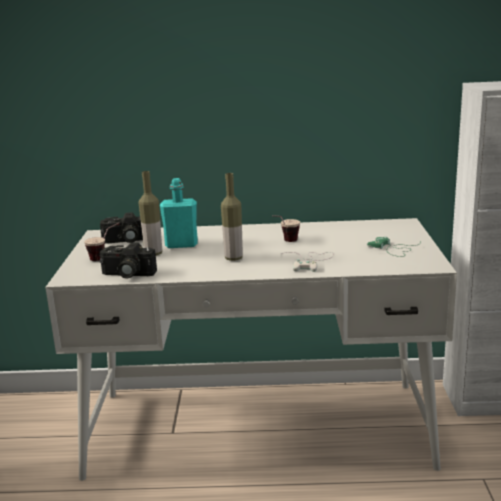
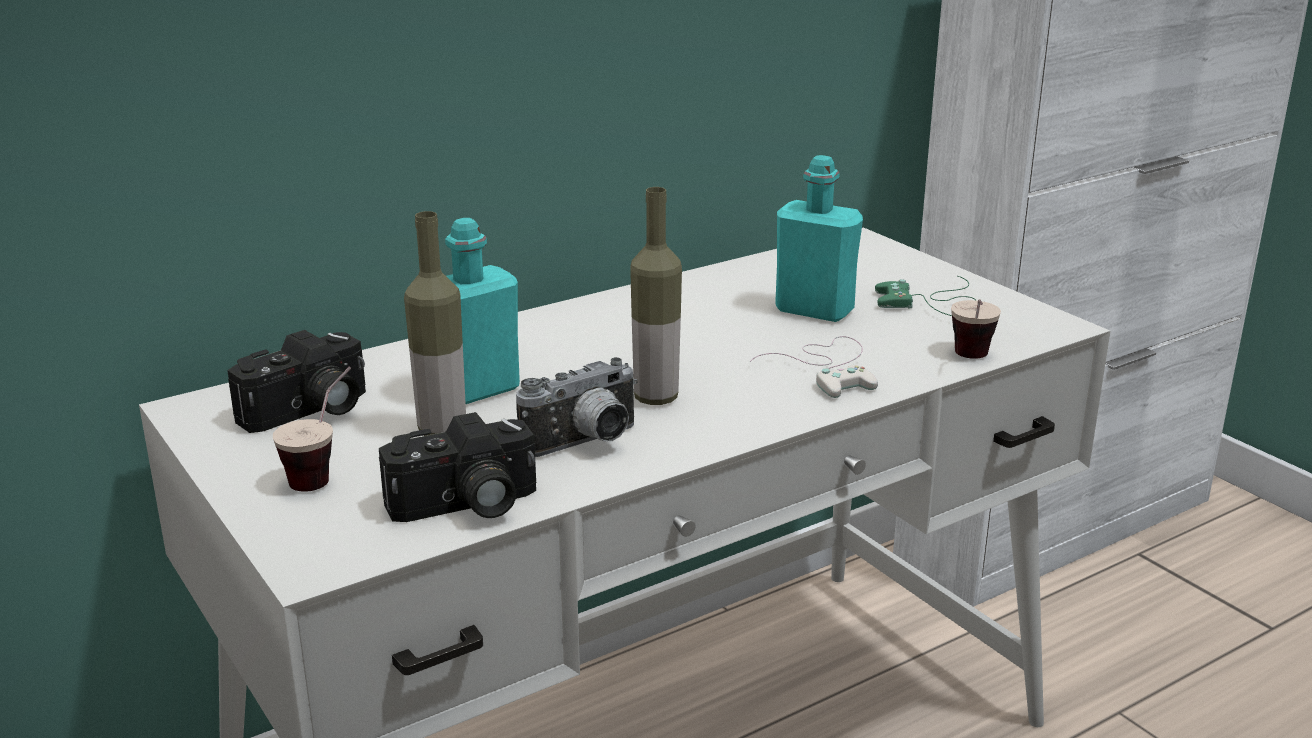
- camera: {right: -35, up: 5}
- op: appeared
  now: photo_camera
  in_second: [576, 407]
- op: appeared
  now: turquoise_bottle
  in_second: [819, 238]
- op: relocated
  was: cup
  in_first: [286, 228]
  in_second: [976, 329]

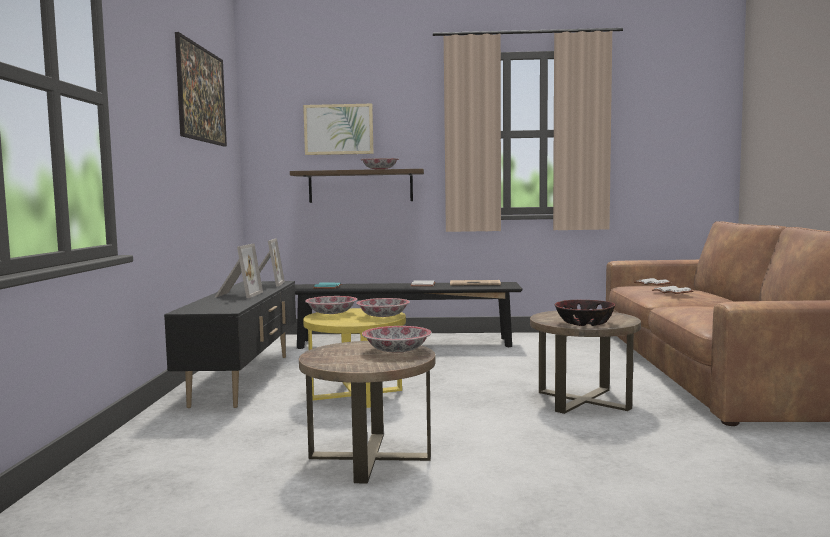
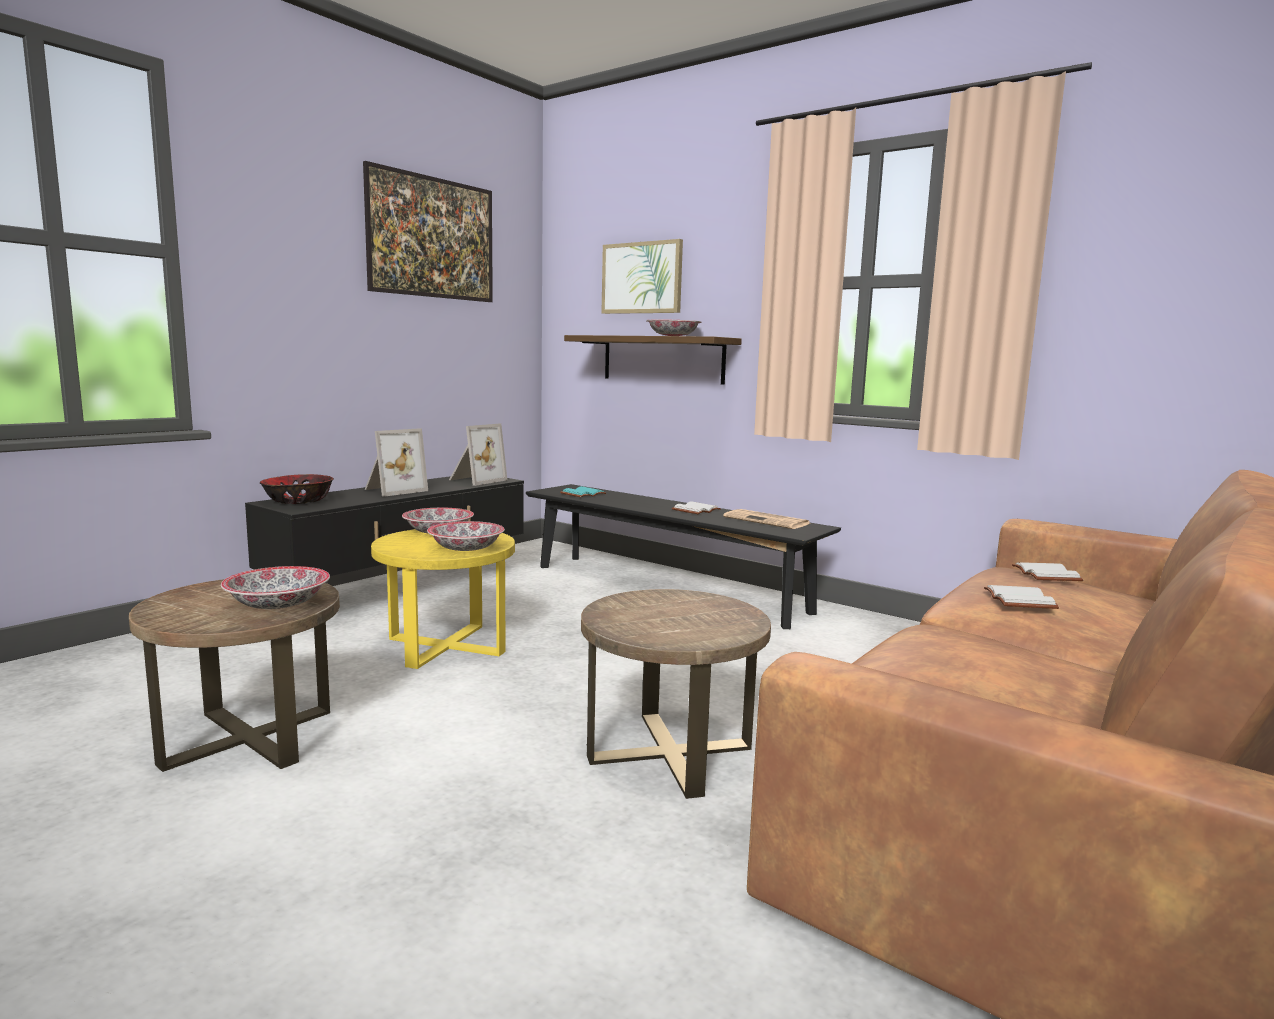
- camera: {right: 35, up: 5}
- op: relocated
  was: bowl
  in_first: [585, 313]
  in_second: [297, 489]

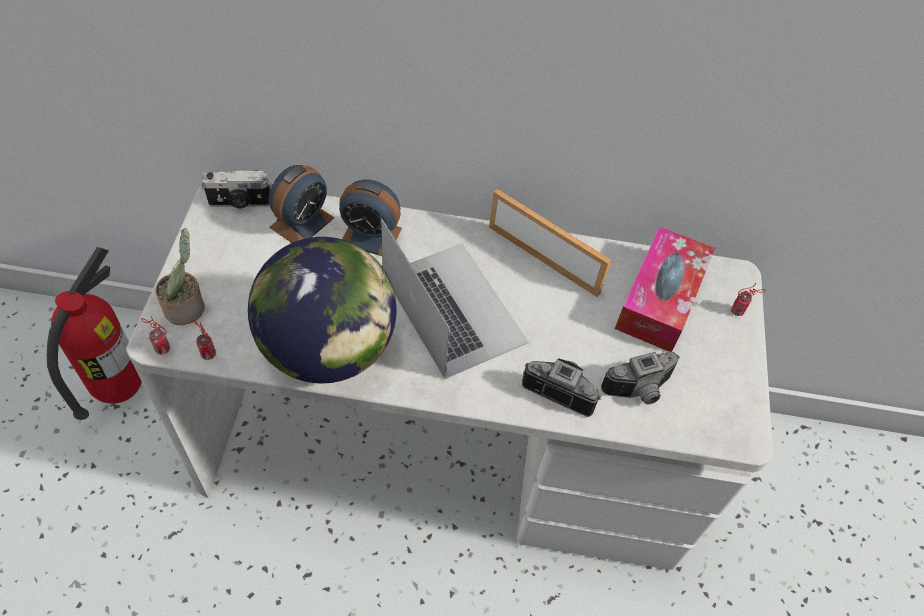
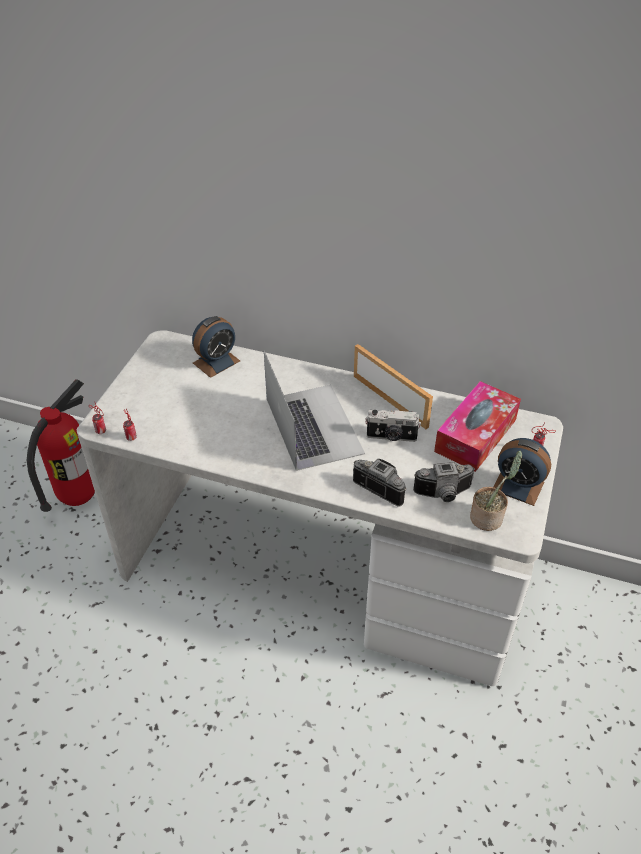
- camera: {right: 15, up: -10}
- op: missing
  was: globe
  in_first: [322, 310]
- op: relocated
  was: potted_plant
  in_first: [179, 276]
  in_second: [496, 491]
- op: relocated
  was: photo_camera
  in_first: [236, 189]
  in_second: [393, 426]
- op: relocated
  was: alarm_clock
  in_first: [370, 217]
  in_second: [522, 472]

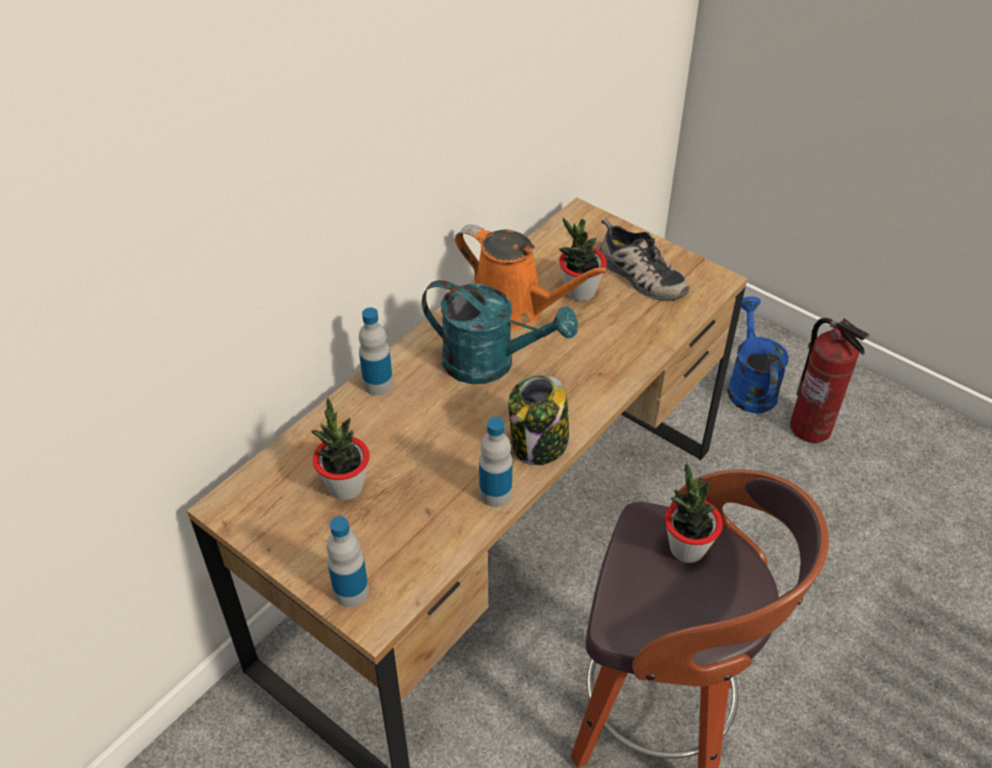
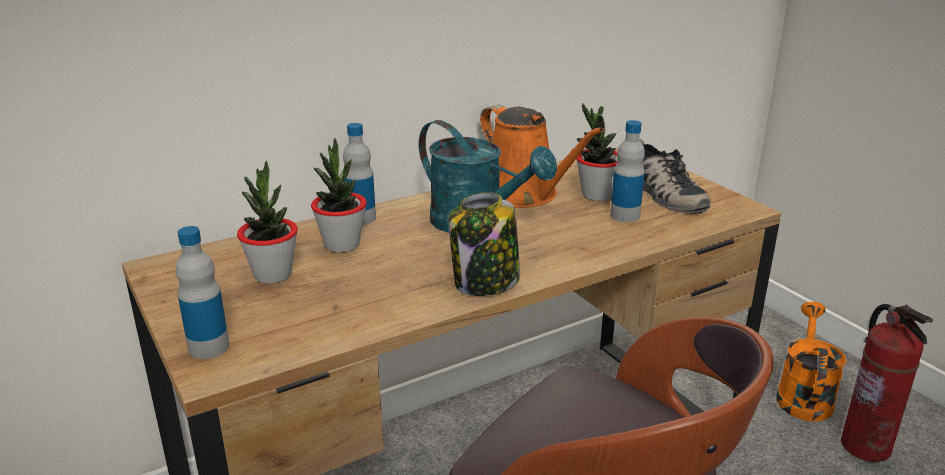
- camera: {right: 20, up: -20}
- op: relocated
  was: bottle
  in_first: [496, 462]
  in_second: [627, 171]
- op: relocated
  was: potted_plant
  in_first: [694, 513]
  in_second: [339, 195]
- op: colour
  was: blue_watering_can
  now: orange_watering_can
  in_first: [758, 354]
  in_second: [811, 362]

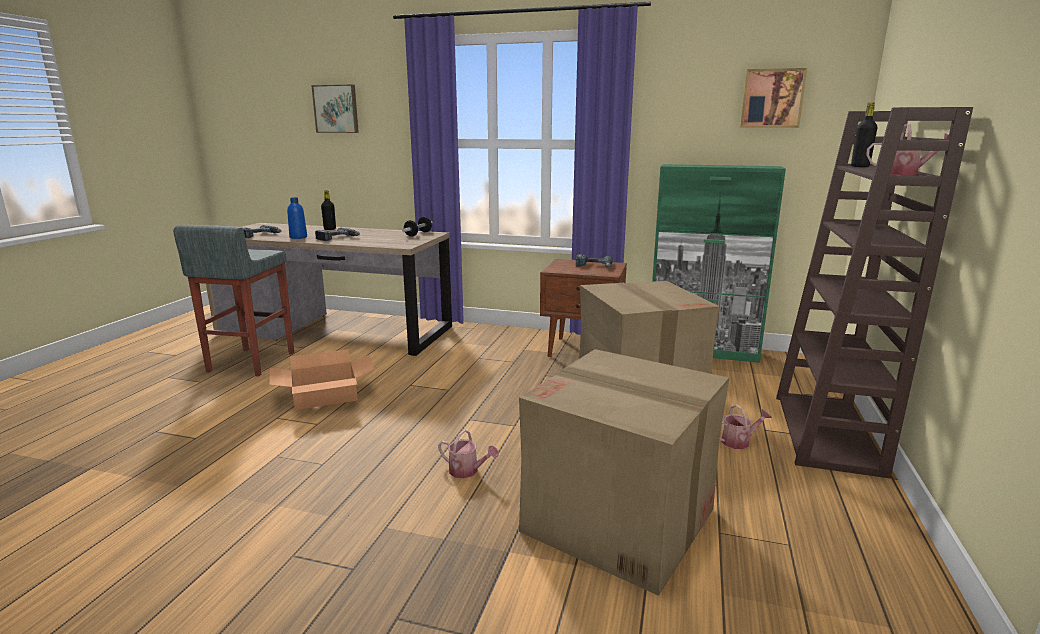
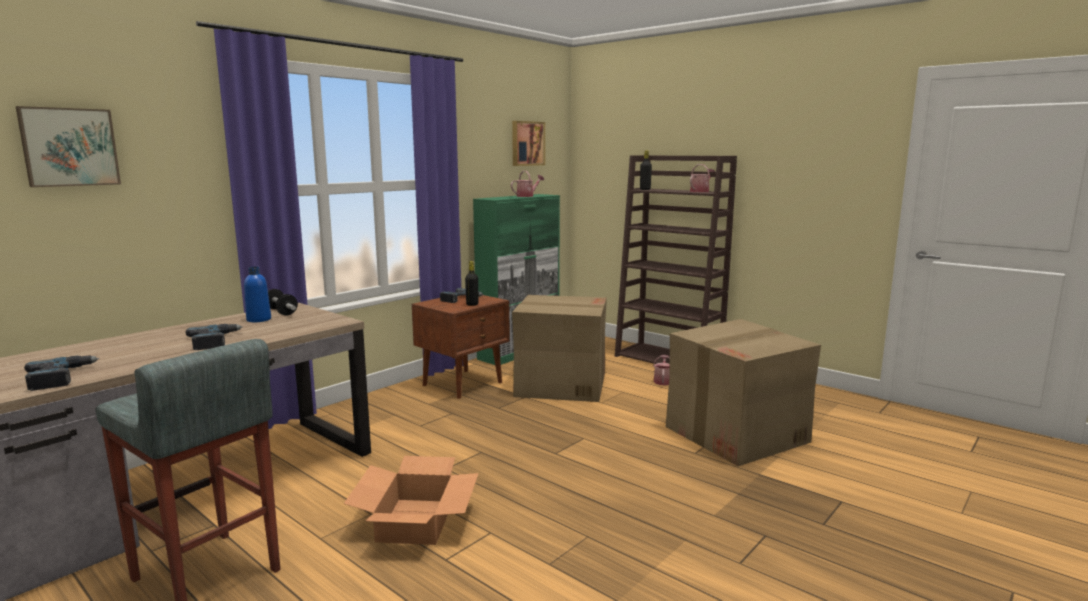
- camera: {right: -65, up: -5}
- op: relocated
  was: blue_bottle
  in_first: [297, 218]
  in_second: [257, 294]
- op: relocated
  was: black_bottle
  in_first: [328, 210]
  in_second: [471, 283]
- op: relocated
  was: watering_can
  in_first: [468, 454]
  in_second: [527, 184]

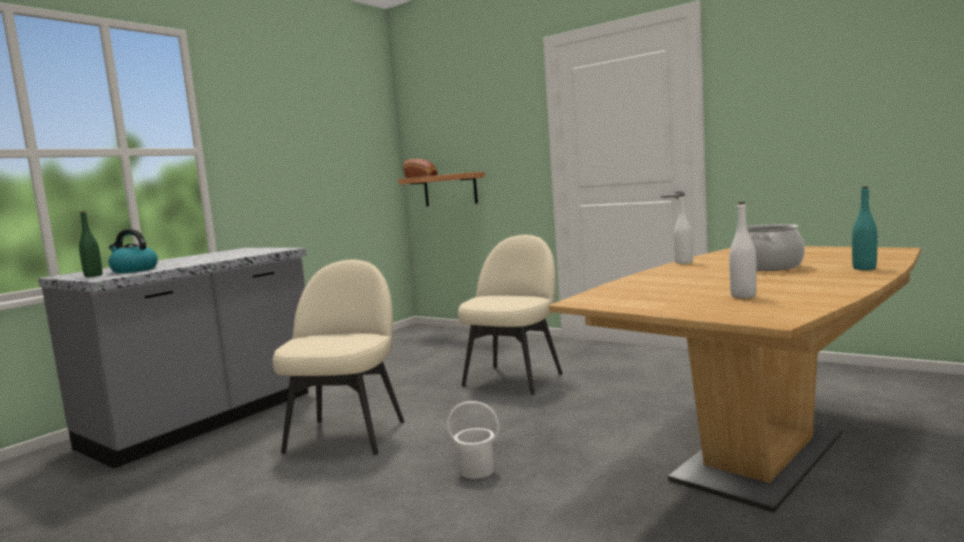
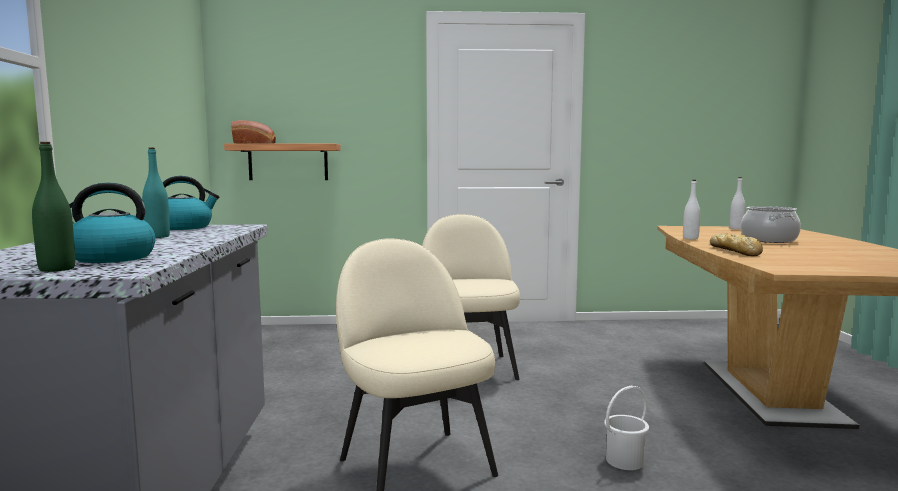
- camera: {right: -40, up: 0}
- op: appeared
  now: kettle
  in_second: [191, 203]
- op: appeared
  now: bread
  in_second: [736, 244]
- op: relocated
  was: white_bottle
  in_first: [743, 250]
  in_second: [738, 203]
- op: relocated
  was: turquoise_bottle
  in_first: [864, 228]
  in_second: [156, 193]

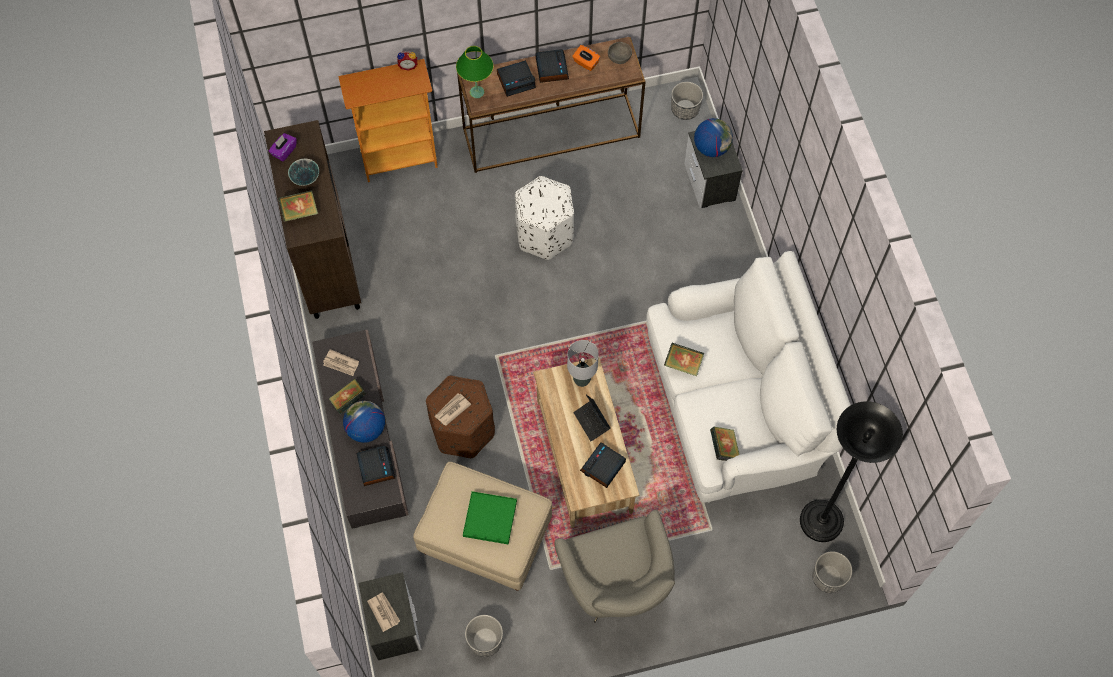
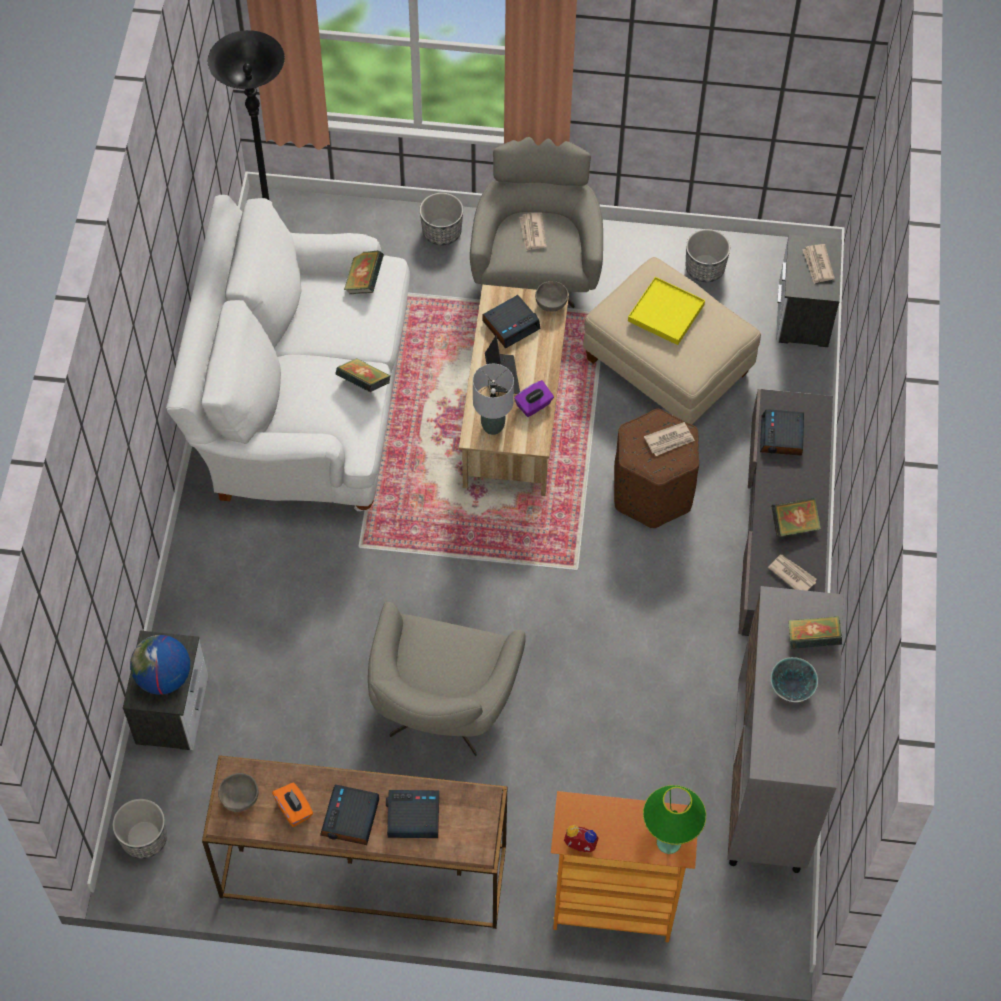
- camera: {right: -160, up: -5}
- op: missing
  was: globe
  in_first: [364, 422]
- op: appeared
  now: newspaper
  in_second: [533, 232]
- op: appeared
  now: grey_bowl
  in_second: [551, 296]
- op: relocated
  was: purple_tissue_box
  in_first: [282, 147]
  in_second: [534, 398]
- op: relocated
  was: green_table_lamp
  in_first: [475, 72]
  in_second: [674, 819]
- op: relocated
  was: planter
  in_first: [832, 572]
  in_second: [441, 219]
- op: exchanged
  was: white_ottoman
  now: grey_armchair
  in_first: [544, 218]
  in_second: [447, 679]
- op: colour
  was: brown_cabinet
  now: grey_cabinet
  in_first: [312, 219]
  in_second: [785, 729]
- op: colour
  was: green_tray
  now: yellow_tray
  in_first: [490, 517]
  in_second: [666, 311]

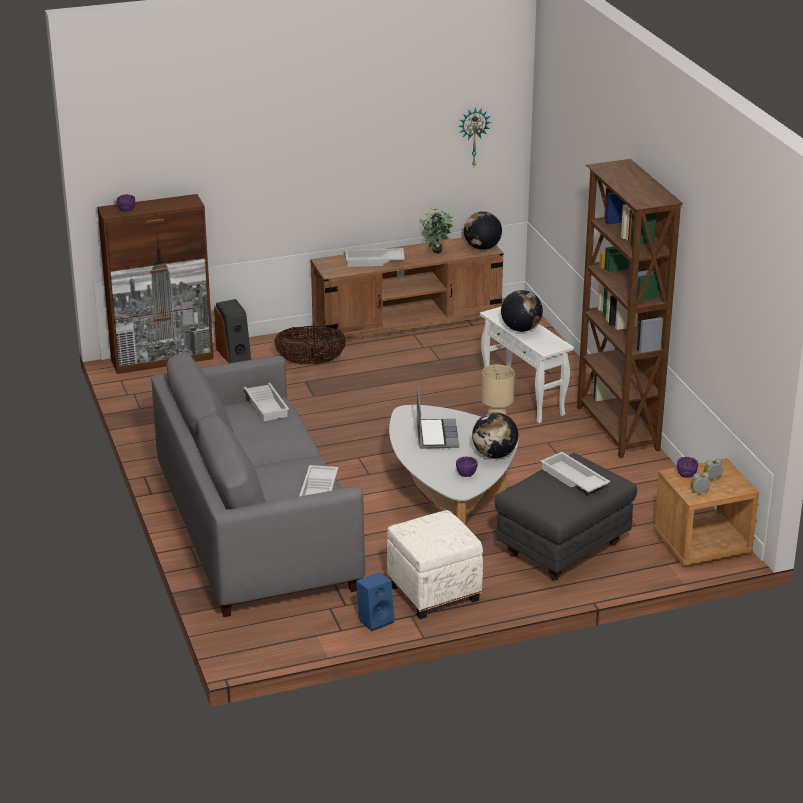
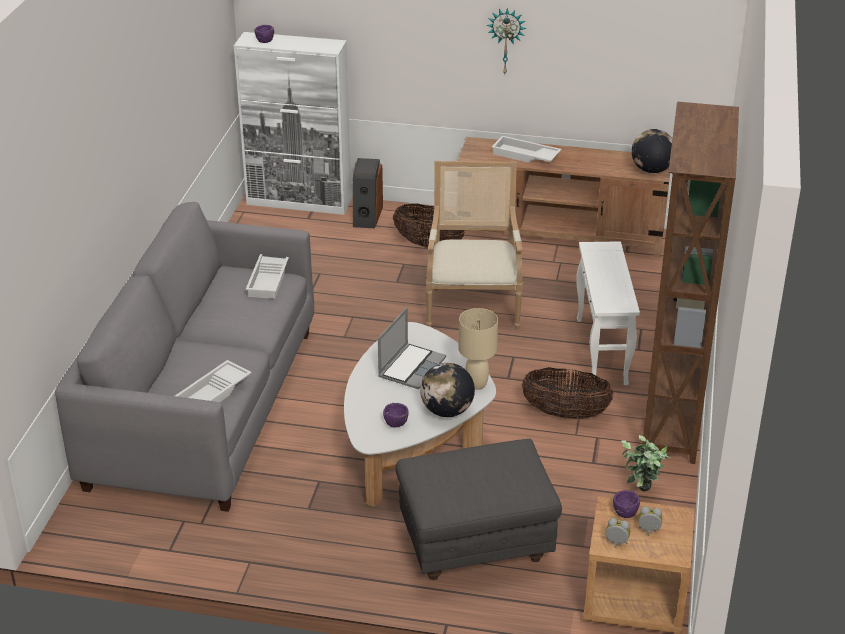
- camera: {right: 30, up: 5}
- op: missing
  was: blue_speaker
  in_first: [375, 602]
- op: missing
  was: white_ottoman
  in_first: [435, 564]
- op: missing
  was: globe
  in_first: [522, 311]
- op: missing
  was: white_tray
  in_first: [575, 472]
- op: appeared
  now: armchair
  in_second: [474, 245]
- op: appeared
  now: basket
  in_second: [567, 393]
- op: relocated
  was: potted_plant
  in_first: [437, 231]
  in_second: [646, 463]
- op: relocated
  was: wall_clock
  in_first: [474, 136]
  in_second: [507, 41]
- op: colour
  was: brown_cabinet
  now: white_cabinet
  in_first: [155, 284]
  in_second: [293, 123]

